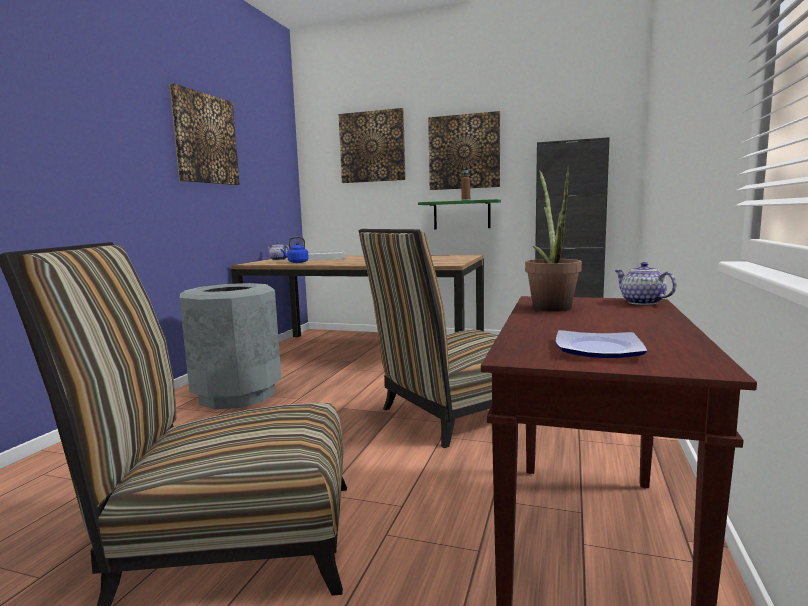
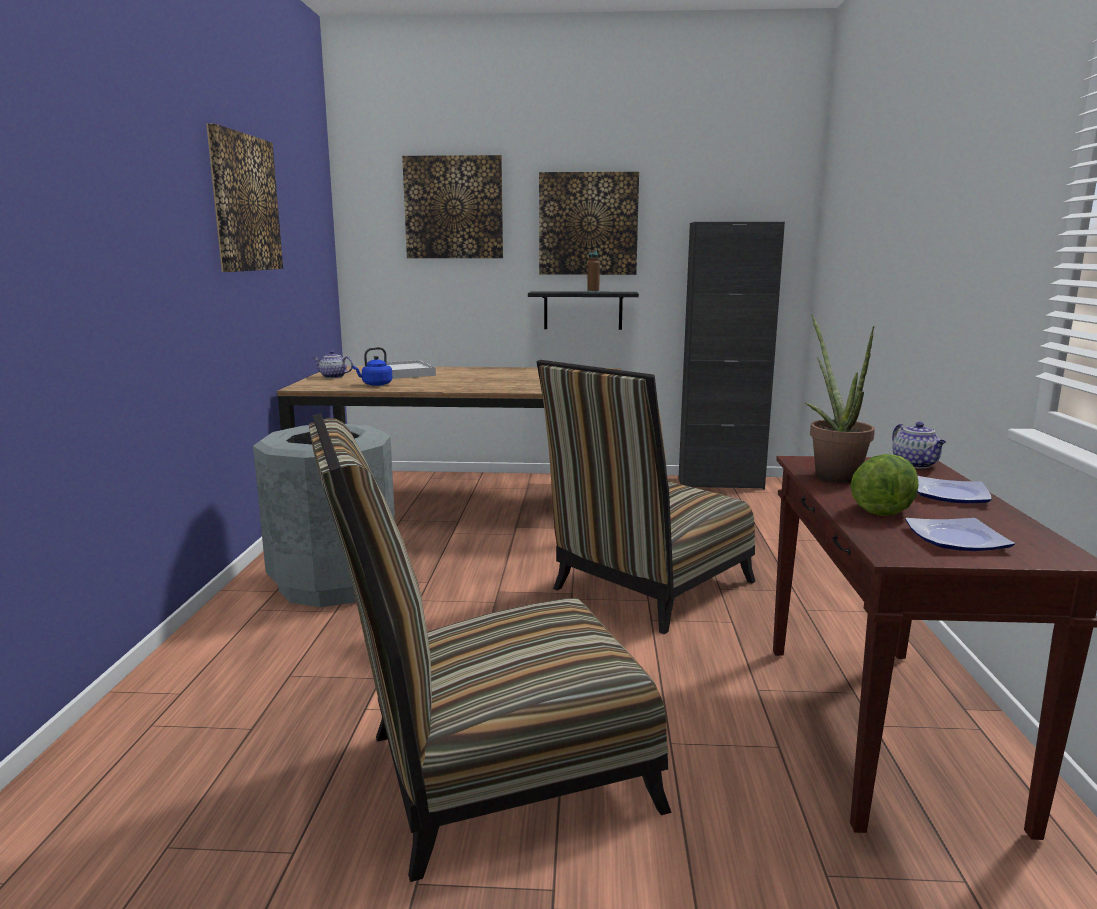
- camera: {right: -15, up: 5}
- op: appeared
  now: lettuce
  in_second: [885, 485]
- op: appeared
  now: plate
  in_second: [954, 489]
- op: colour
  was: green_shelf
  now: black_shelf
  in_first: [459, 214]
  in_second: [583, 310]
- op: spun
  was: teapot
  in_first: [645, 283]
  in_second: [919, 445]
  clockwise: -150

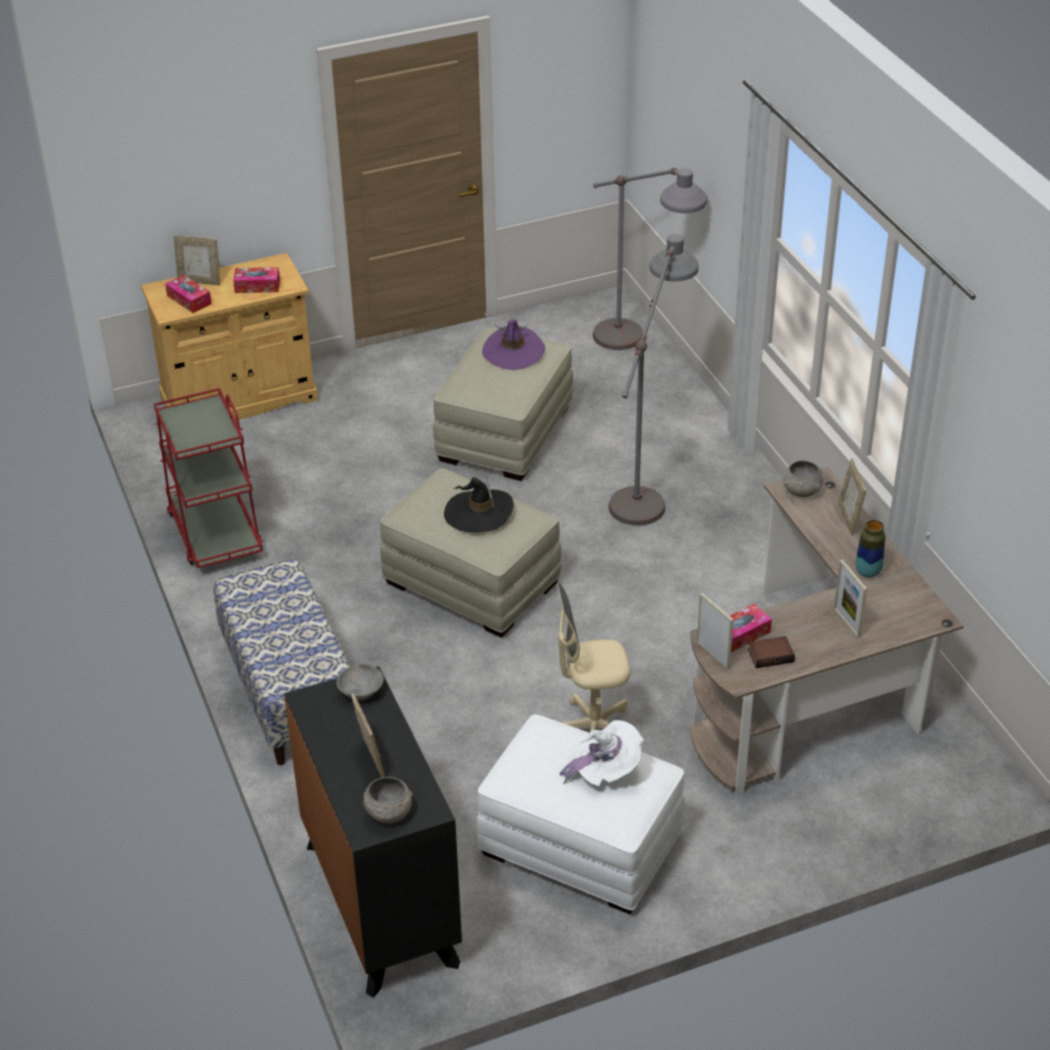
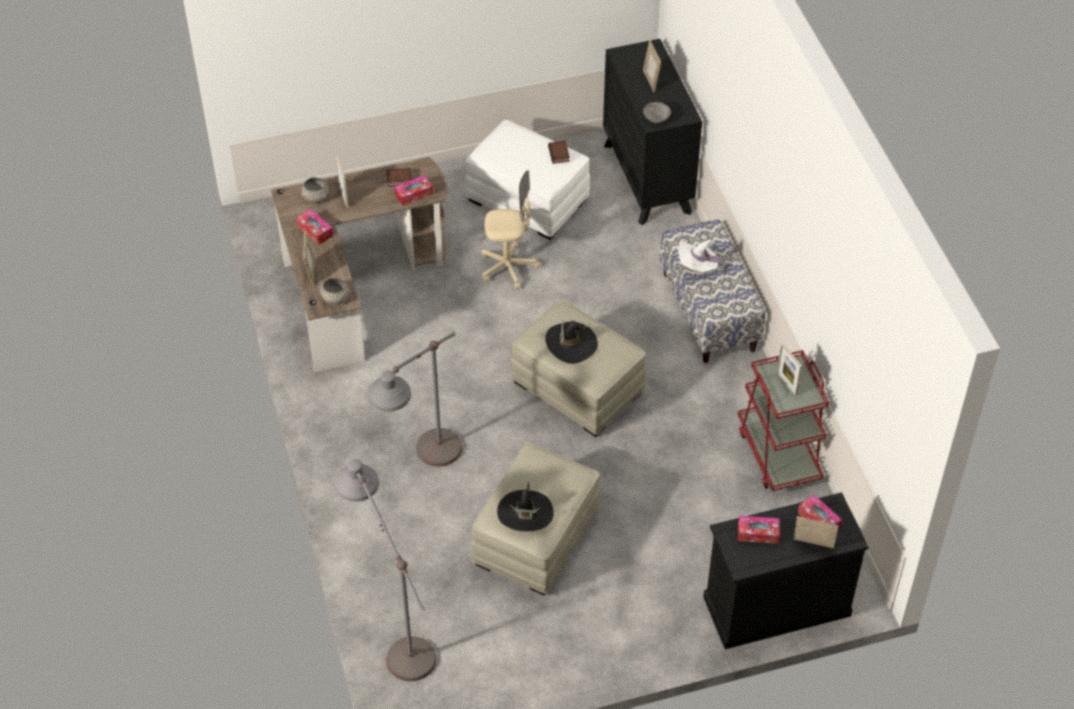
- camera: {right: -175, up: 10}
- op: appeared
  now: book
  in_second: [559, 152]
- op: relocated
  was: grey_bowl
  in_first: [387, 800]
  in_second: [315, 190]
- op: relocated
  was: white_hat
  in_first: [601, 753]
  in_second: [702, 255]
- op: relocated
  was: picture_frame
  in_first: [715, 631]
  in_second: [789, 369]
- op: exchanged
  was: vase
  now: tissue_box
  in_first: [870, 549]
  in_second: [314, 227]
- op: colour
  was: beige_cabinet
  now: black_cabinet
  in_first: [229, 336]
  in_second: [786, 570]
- op: colour
  was: purple_hat
  now: black_hat
  in_first: [513, 344]
  in_second: [525, 506]

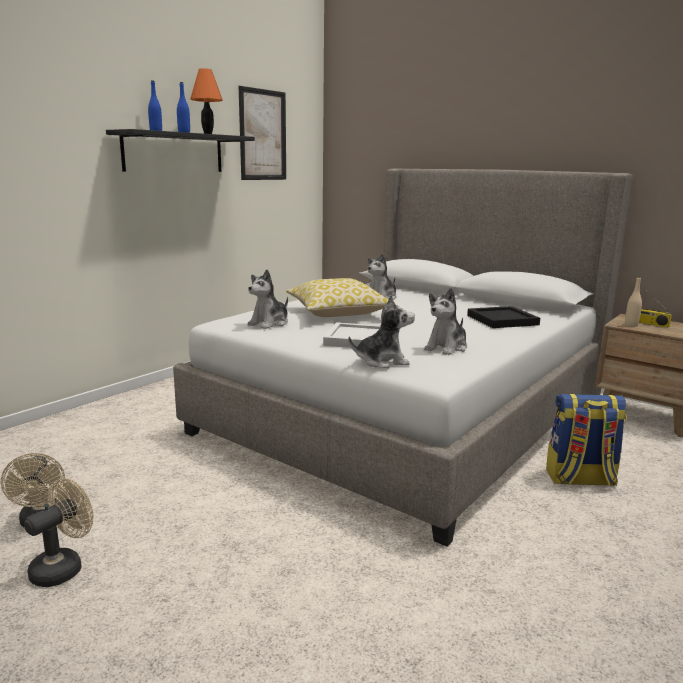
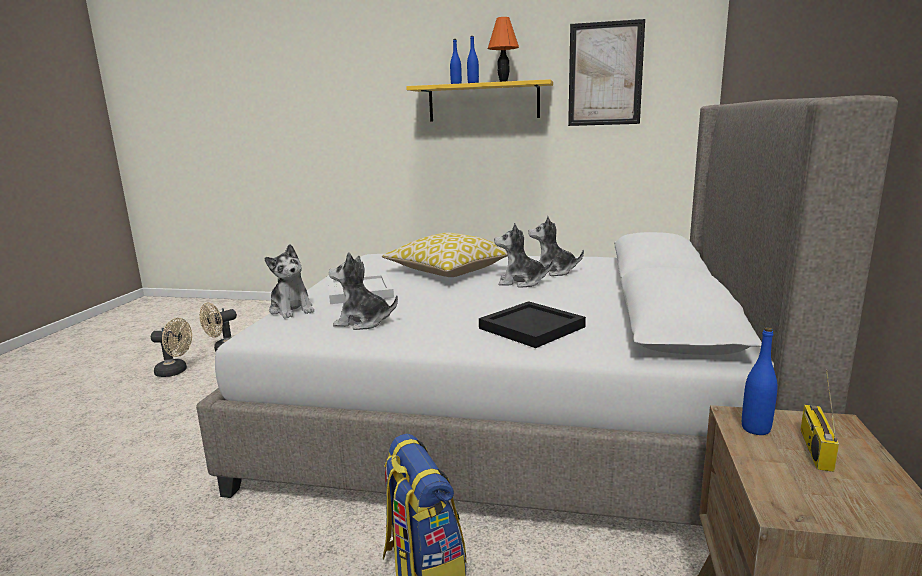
- camera: {right: 65, up: 0}
- op: relocated
  was: plush_toy
  in_first: [267, 299]
  in_second: [524, 255]
- op: colour
  was: black_shelf
  now: yellow_shelf
  in_first: [180, 150]
  in_second: [479, 100]
- op: colour
  was: beige_bottle
  now: blue_bottle
  in_first: [633, 301]
  in_second: [759, 381]

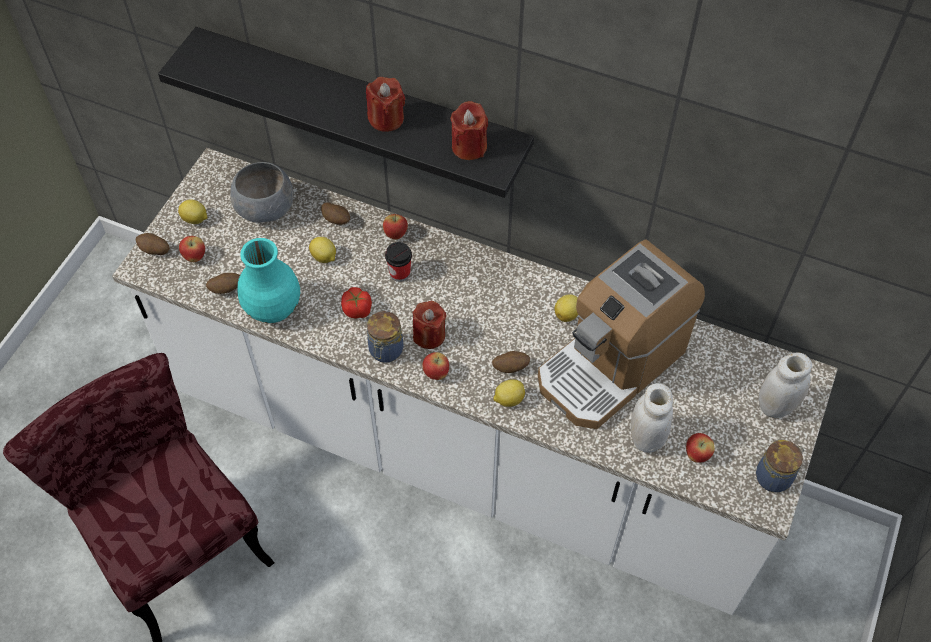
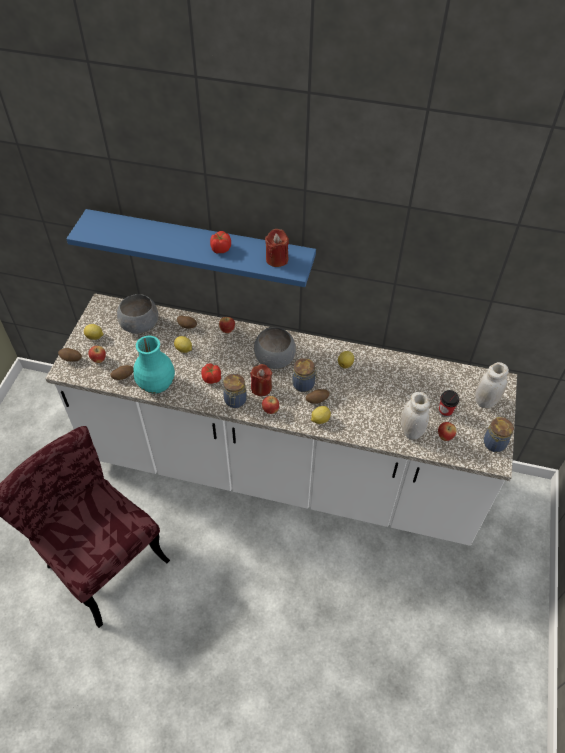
- camera: {right: -10, up: -5}
- op: missing
  was: coffee_machine
  in_first: [621, 334]
- op: appeared
  now: grey_bowl
  in_second: [275, 348]
- op: appeared
  now: jar
  in_second: [305, 375]
- op: relocated
  was: cup
  in_first: [398, 262]
  in_second: [449, 403]
- op: exchanged
  was: red_candle
  now: tomato
  in_first: [385, 104]
  in_second: [220, 242]
- op: colour
  was: black_shelf
  now: blue_shelf
  in_first: [346, 112]
  in_second: [191, 248]

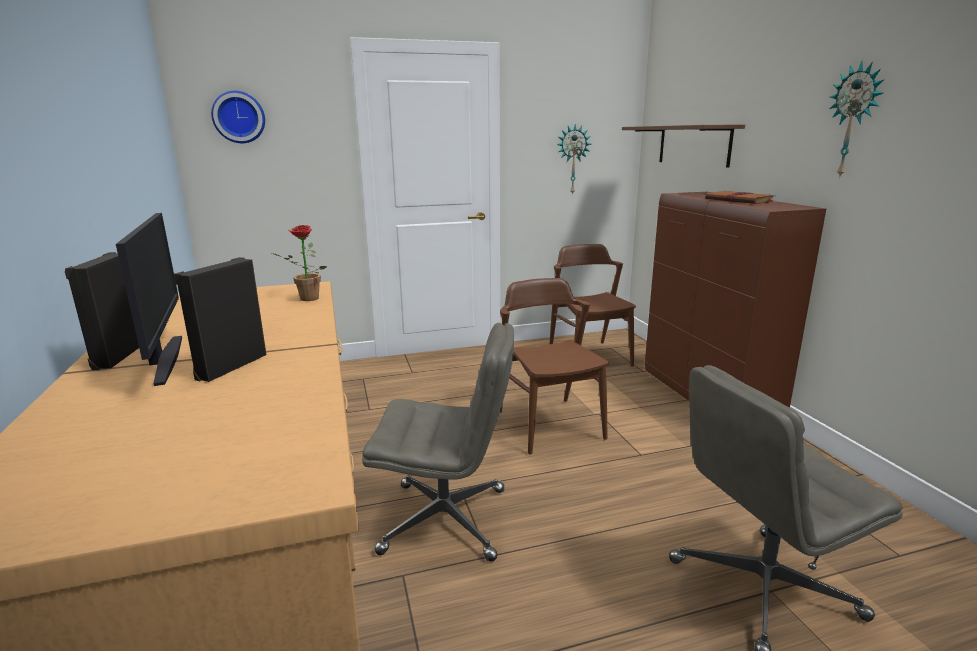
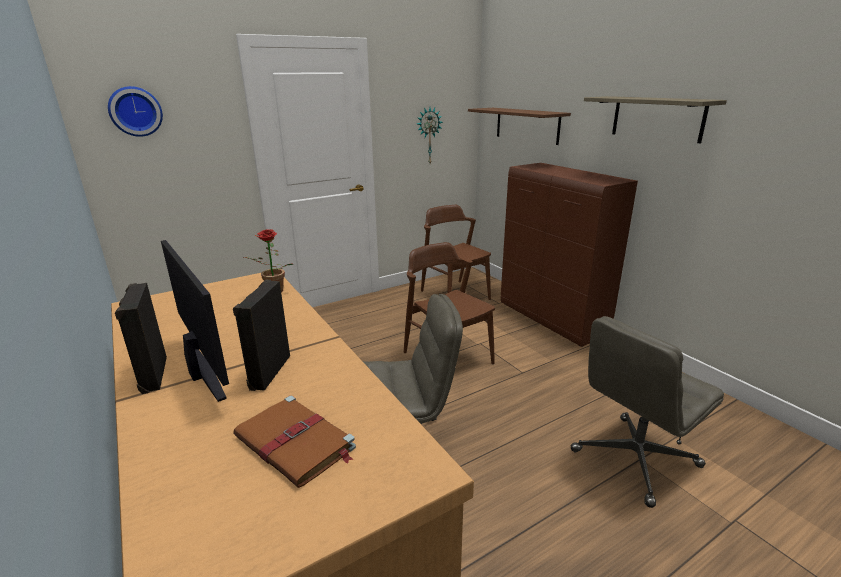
- camera: {right: -15, up: 5}
- op: relocated
  was: brown_book
  in_first: [740, 197]
  in_second: [294, 442]
- op: exchanged
  was: wall_clock
  now: shelf
  in_first: [857, 120]
  in_second: [655, 120]

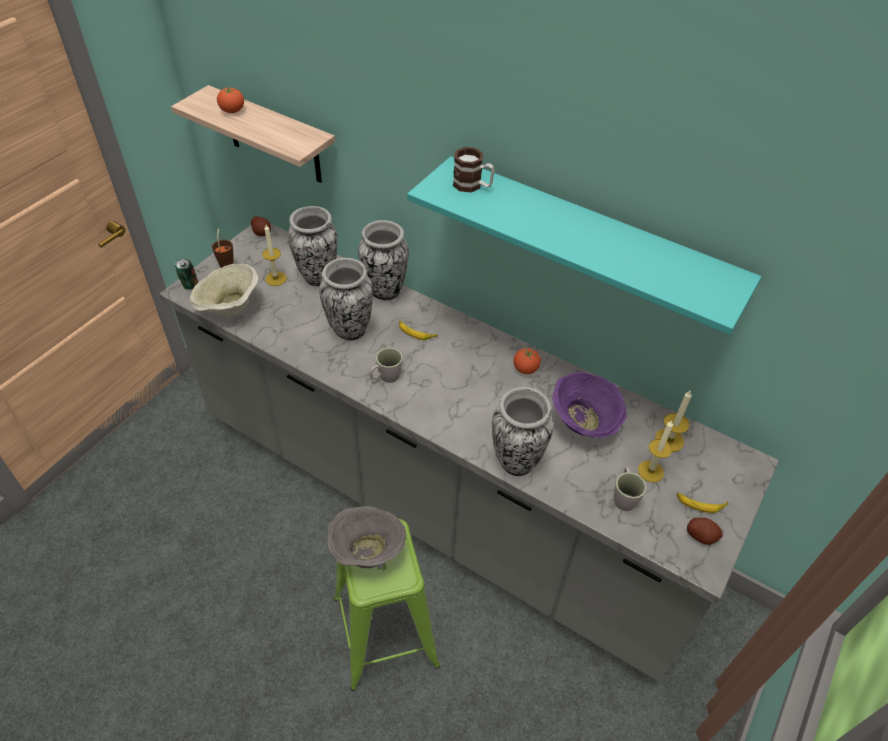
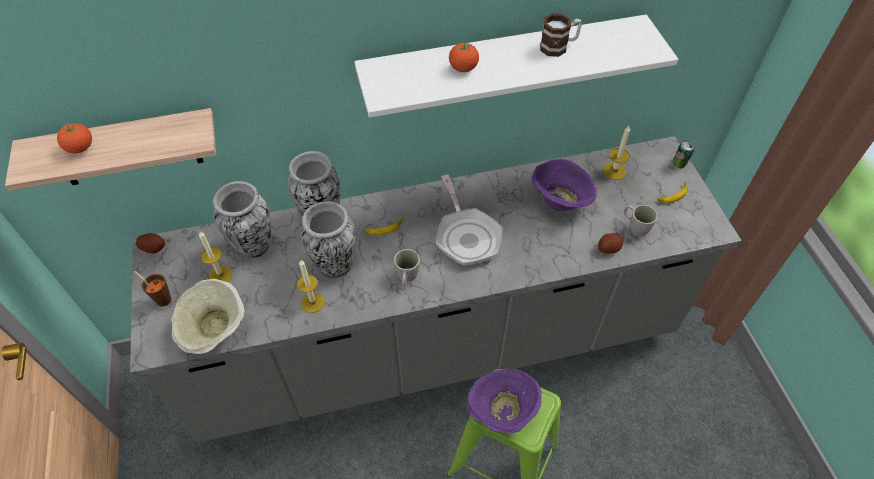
- camera: {right: -45, up: 5}
- op: missing
  was: vase
  in_first: [523, 431]
- op: appeared
  now: frying_pan
  in_second: [469, 220]
- op: relocated
  was: can
  in_first: [186, 274]
  in_second: [684, 155]
- op: relocated
  was: mug
  in_first: [474, 169]
  in_second: [561, 35]
- op: relocated
  was: tomato
  in_first: [527, 361]
  in_second: [464, 57]
- op: relocated
  was: candle
  in_first: [655, 451]
  in_second: [311, 286]
- op: relocated
  was: potato
  in_first: [705, 531]
  in_second: [610, 243]
- op: colour
  was: grey_bowl
  now: purple_bowl
  in_first: [367, 537]
  in_second: [504, 401]
- op: colour
  was: turquoise_shelf
  now: white_shelf
  in_first: [584, 245]
  in_second: [516, 66]

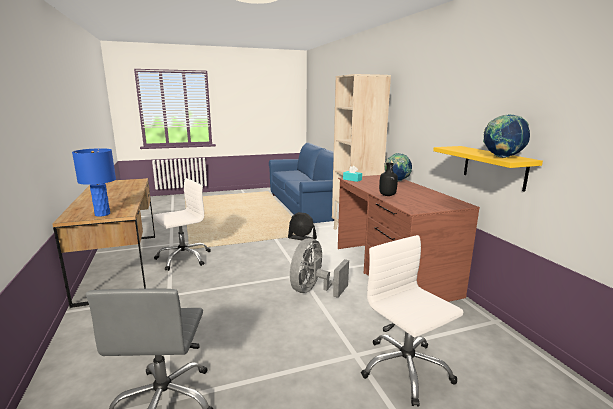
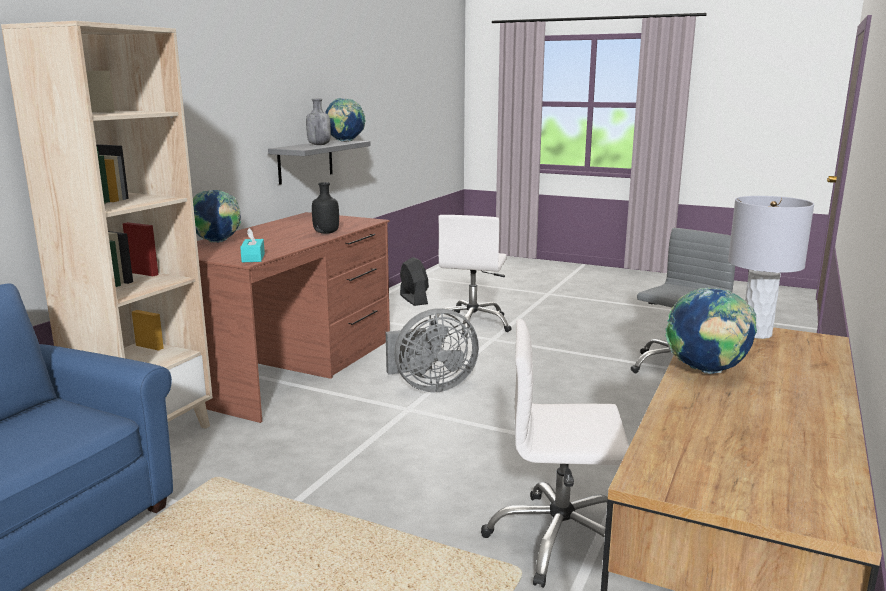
- camera: {right: -135, up: 0}
- op: appeared
  now: grey_bottle
  in_second: [318, 122]
- op: appeared
  now: globe
  in_second: [711, 331]
- op: relocated
  was: black_fan
  in_first: [302, 226]
  in_second: [414, 281]
- op: colour
  was: blue_table_lamp
  now: grey_table_lamp
  in_first: [94, 182]
  in_second: [771, 267]
- op: colour
  was: yellow_shelf
  now: grey_shelf
  in_first: [488, 169]
  in_second: [319, 162]

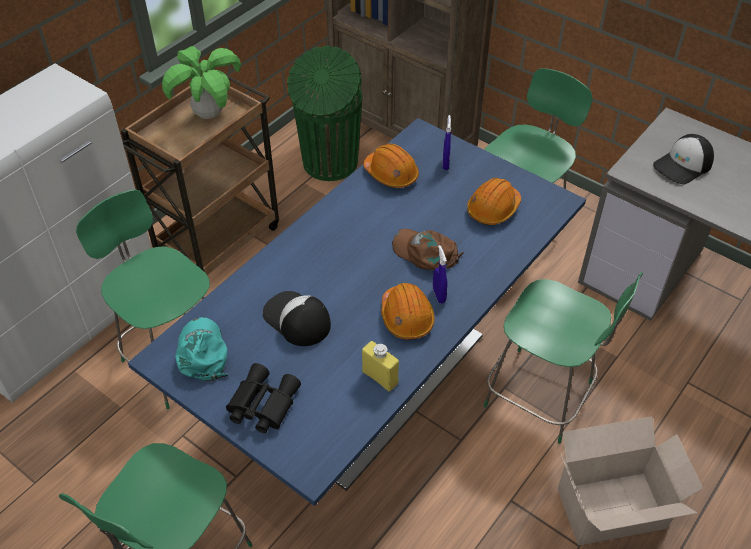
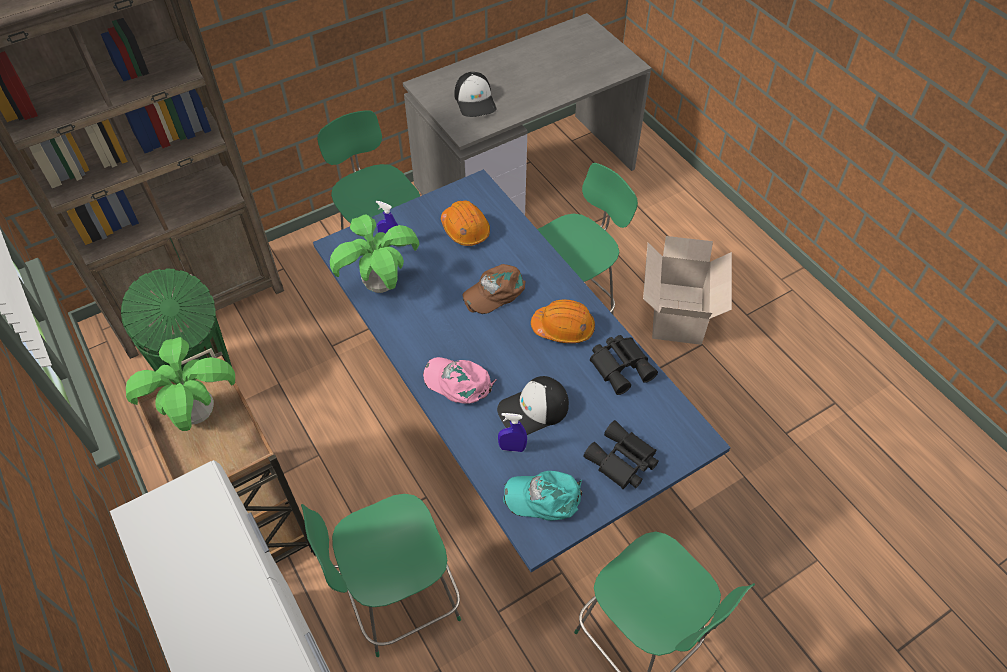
- camera: {right: -70, up: 5}
- op: appeared
  now: pink_cap
  in_second: [460, 380]
- op: relocated
  was: blue_spray_bottle
  in_first: [440, 274]
  in_second: [512, 432]
- op: exchanged
  was: yellow_bottle
  now: black_binoculars
  in_first: [380, 366]
  in_second: [624, 365]
- op: exchanged
  was: orange_hard_hat
  now: potted_plant
  in_first: [391, 166]
  in_second: [374, 254]

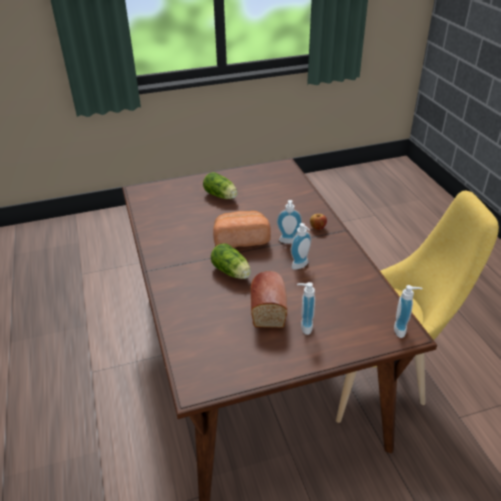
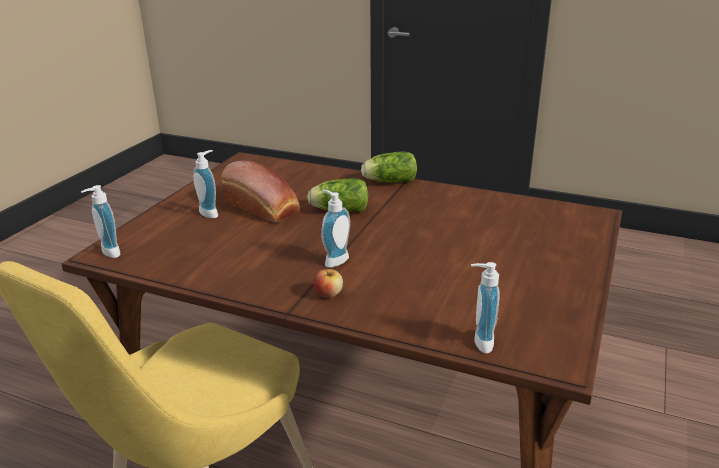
- camera: {right: 130, up: -10}
- op: missing
  was: bread
  in_first: [242, 229]
- op: relocated
  was: lettuce
  in_first: [220, 185]
  in_second: [389, 167]
- op: relocated
  was: soap_dispenser
  in_first: [301, 246]
  in_second: [485, 307]

